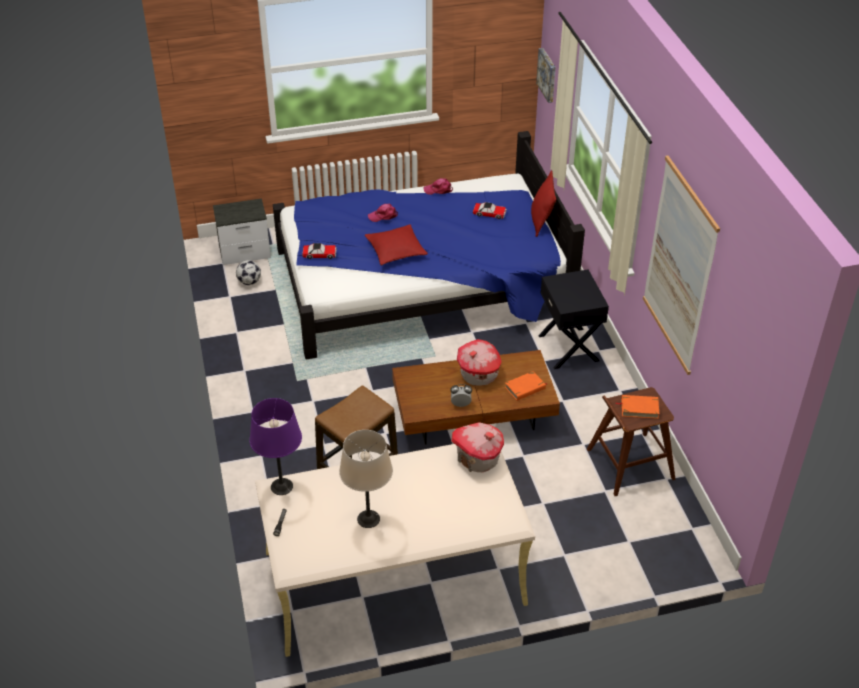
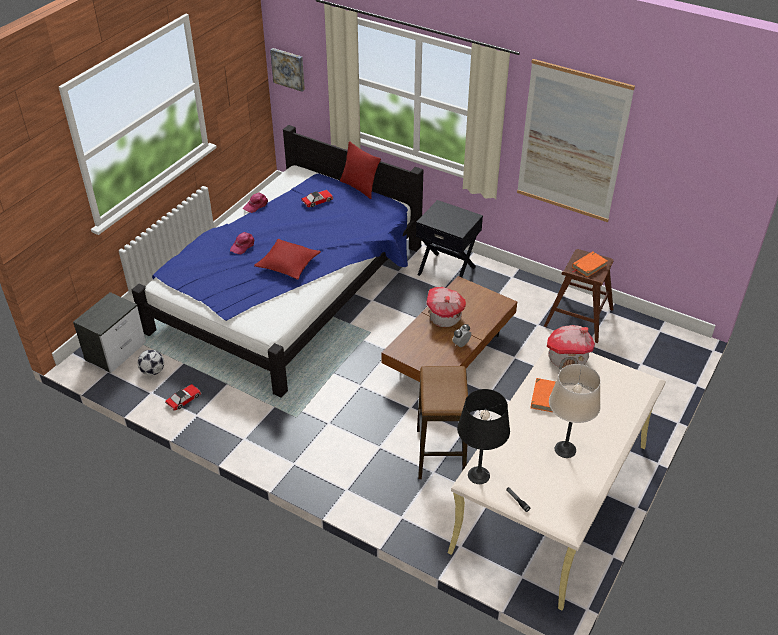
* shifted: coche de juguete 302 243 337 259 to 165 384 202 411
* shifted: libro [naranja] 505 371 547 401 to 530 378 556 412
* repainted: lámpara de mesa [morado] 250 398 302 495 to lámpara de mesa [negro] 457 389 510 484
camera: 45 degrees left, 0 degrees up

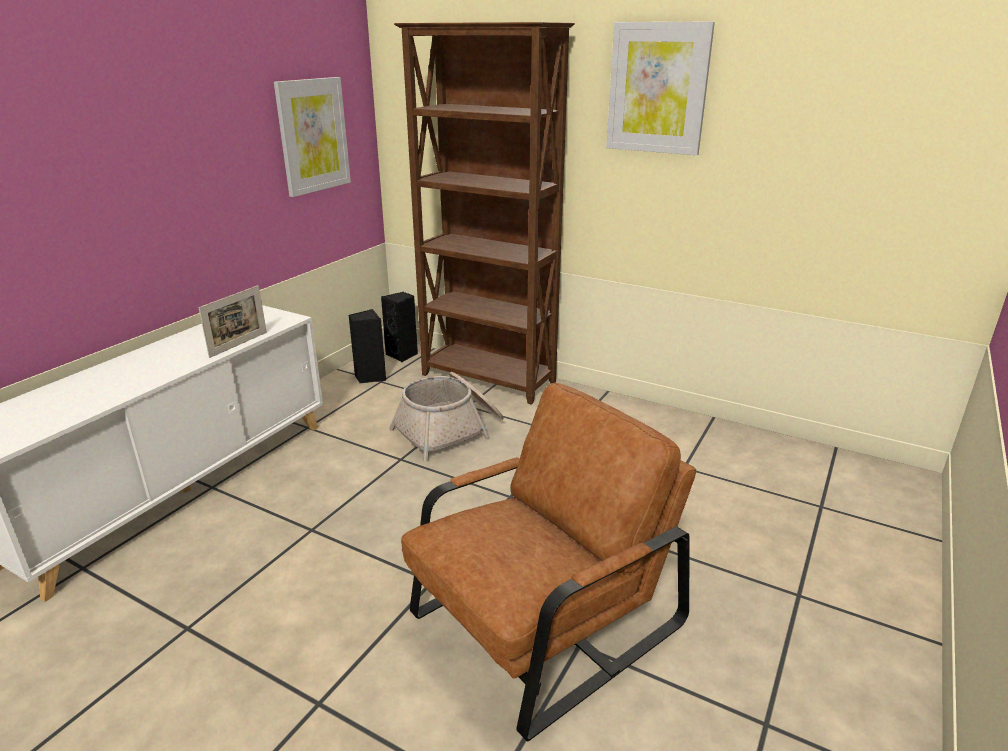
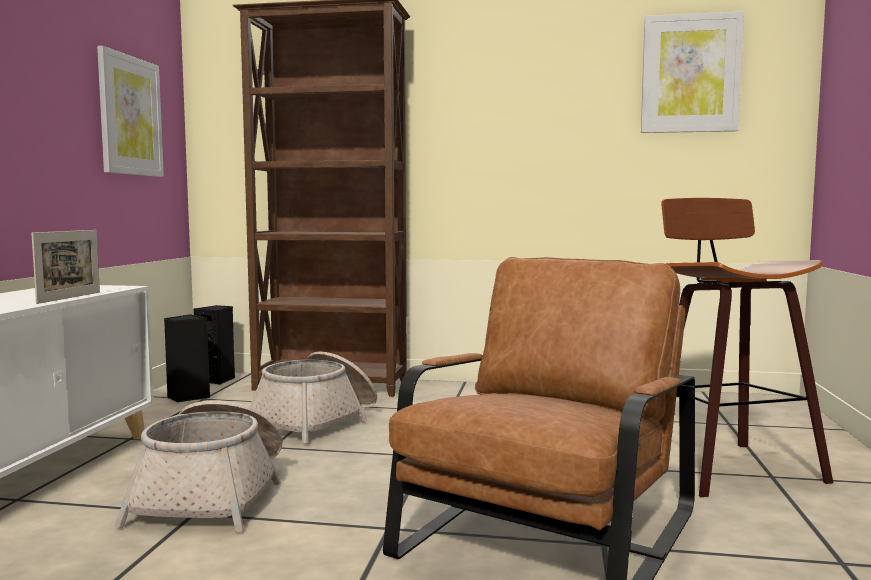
* new: cesta 114 400 283 532
* new: taburete 661 198 833 497
* shifted: cuadro 606 21 715 155 to 641 11 744 133
camera: 20 degrees left, 20 degrees down

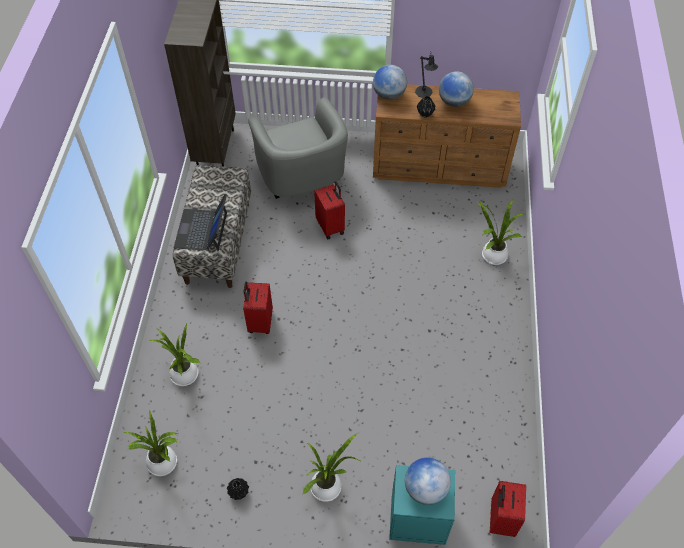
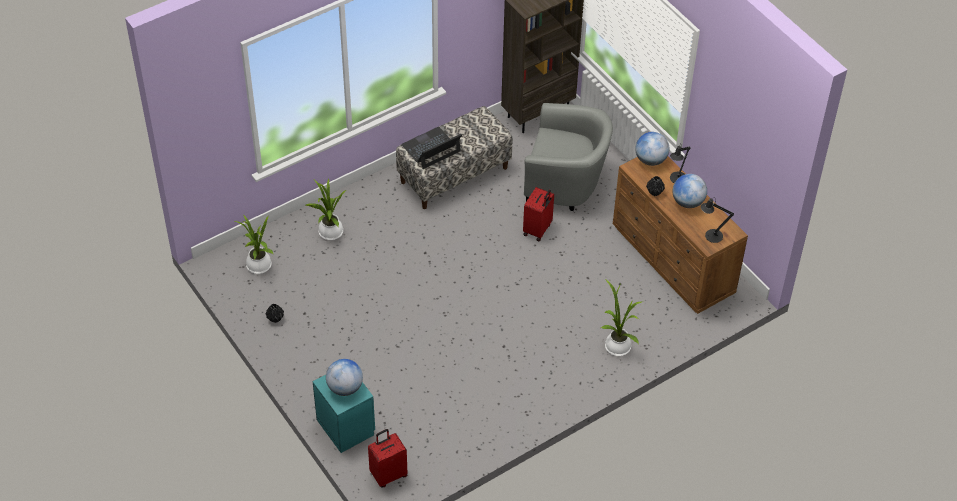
* gone: maleta [rojo] 243 281 273 334
* gone: planta en maceta 303 433 362 502
* new: lámpara de mesa [negro] 701 198 734 243
* rotated: sillón [gris] 248 97 348 199 = 524 103 613 211 105 degrees counterclockwise
camera: 50 degrees right, 5 degrees down

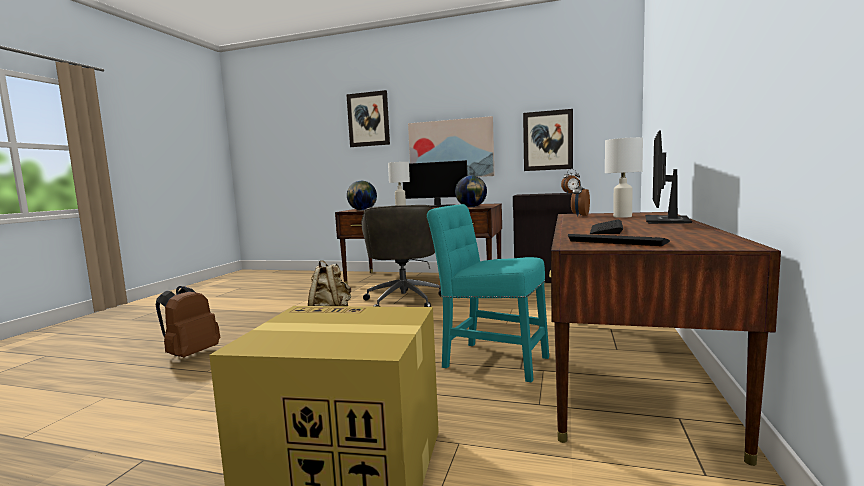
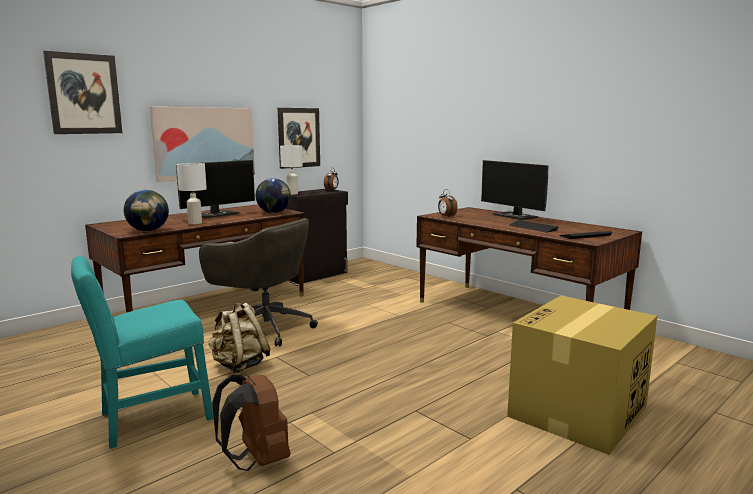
* shifted: silla [turquesa] 427 204 549 383 to 71 256 214 449
* shifted: lámpara de mesa [blanco] 605 137 643 218 to 280 145 303 195
camera: 60 degrees left, 5 degrees up

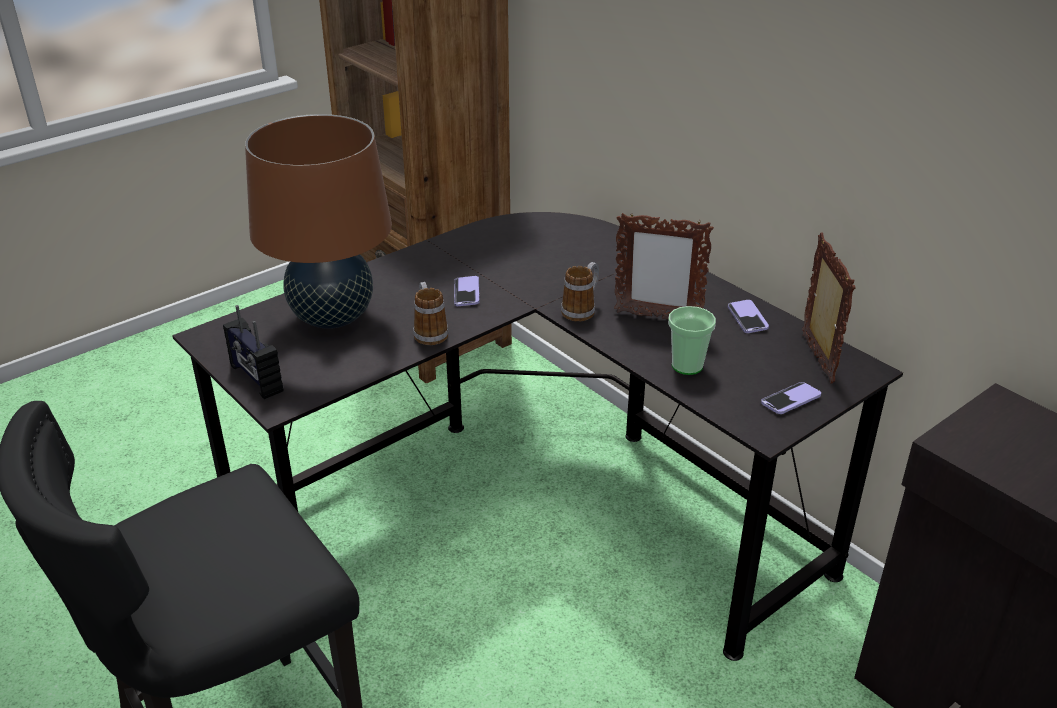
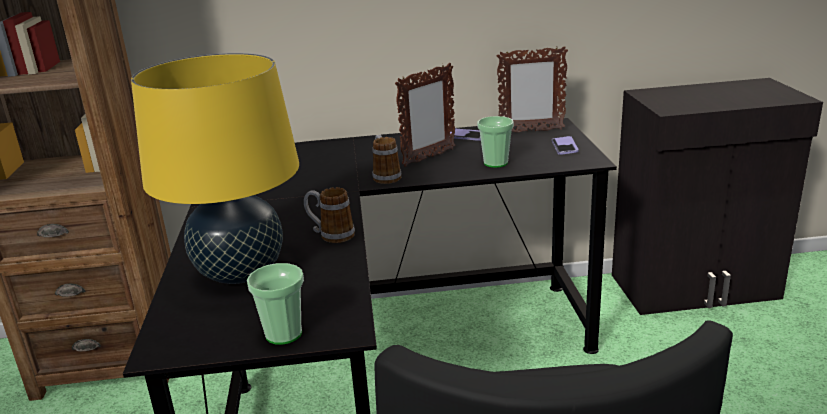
* gone: móvil 454 276 480 306
* swapped: radio 223 305 284 399 to taza 247 263 304 345
* repainted: lámpara de mesa [marrón] 245 114 392 329 to lámpara de mesa [amarillo] 131 53 299 284
* rotated: portarretratos 802 232 855 383 = 497 46 568 132 150 degrees clockwise
camera: 55 degrees left, 10 degrees down

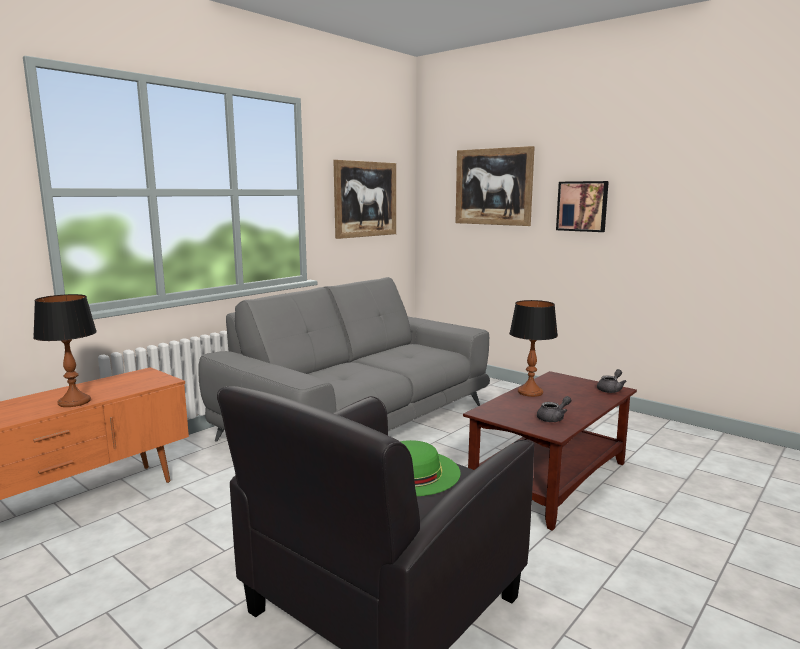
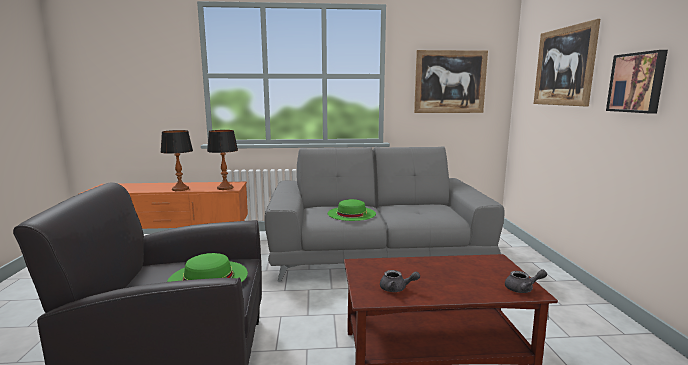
* new: sombrero [verde] 328 199 376 221
* shifted: lámpara de mesa 509 300 558 397 to 207 130 238 190
camera: 45 degrees right, 0 degrees up

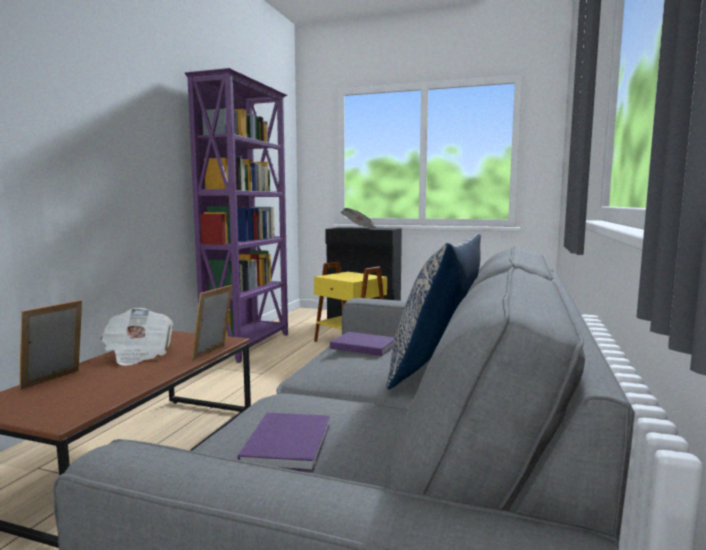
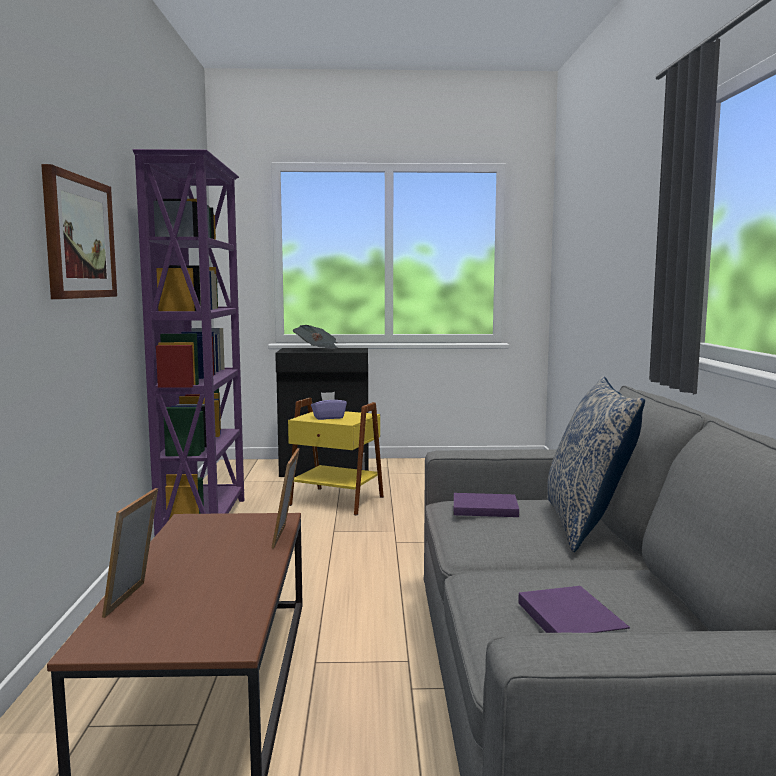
* gone: periódico 100 308 174 366
* new: cuadro 41 164 117 299
* new: caja de pañuelos [morado] 311 392 347 420
camera: 20 degrees left, 0 degrees up

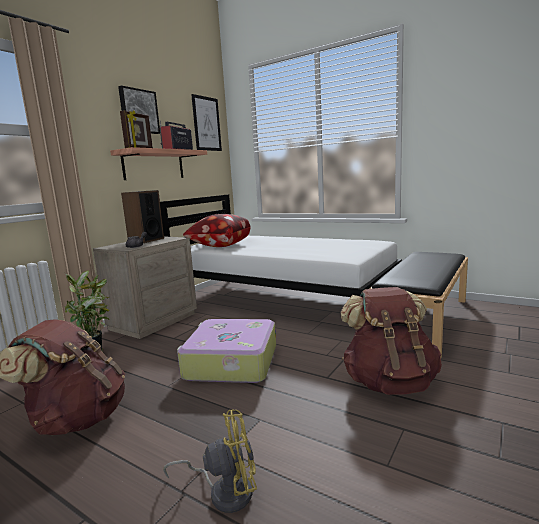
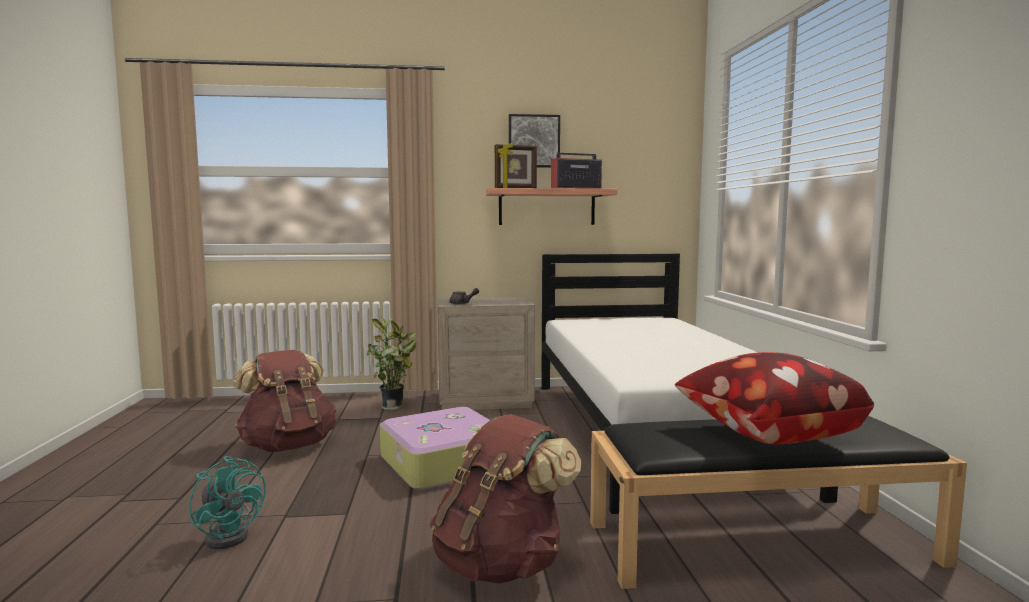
* gone: altavoz 121 190 164 243
* gone: cuadro 191 94 222 151
* shifted: cojín 183 214 251 247 to 675 352 874 445
* repainted: ventilador [amarillo] 163 409 257 513 to ventilador [turquesa] 189 456 266 549
camera: 50 degrees right, 5 degrees down

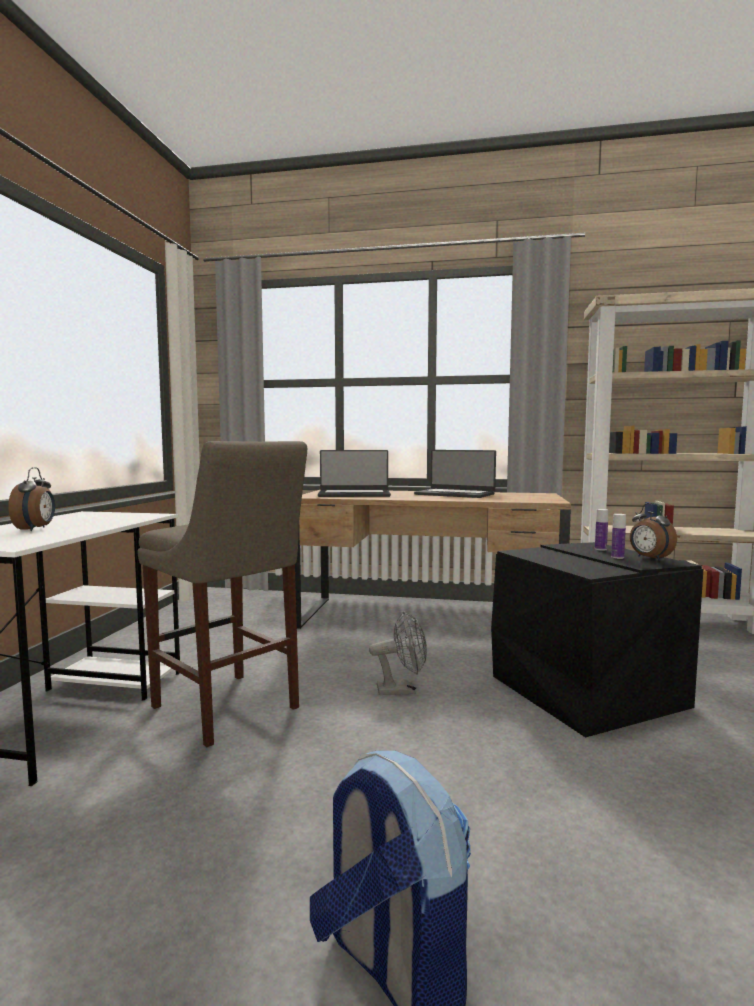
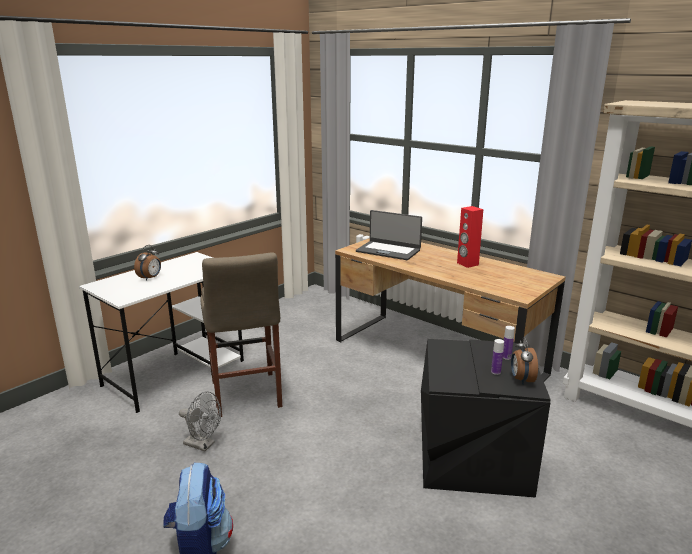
* shifted: ventilador [gris] 369 611 427 695 to 179 391 221 452
* swapped: portátil 414 450 496 498 to altavoz [rojo] 457 206 483 268
camera: 30 degrees right, 15 degrees up

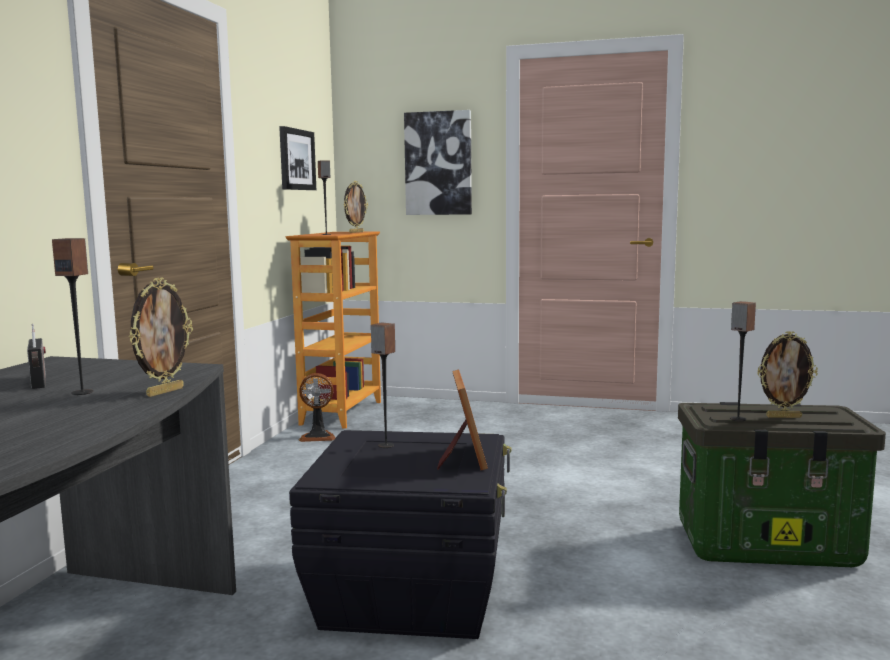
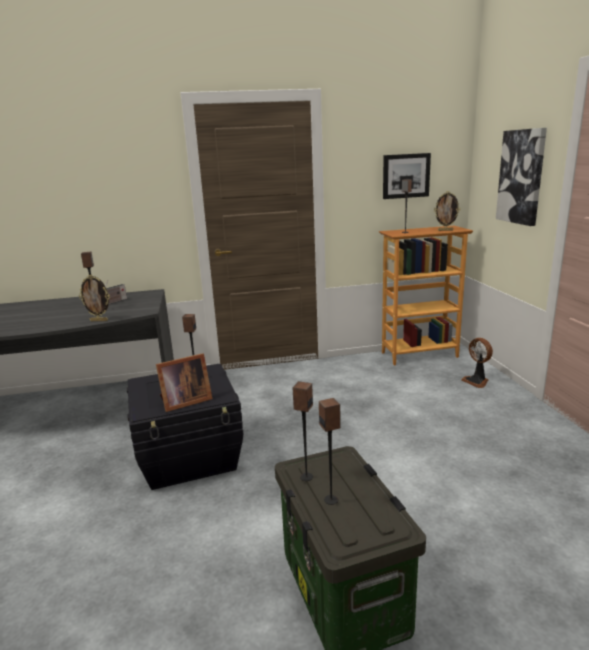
* shifted: ventilador 299 373 336 442 to 461 338 493 388
* swapped: portarretratos 757 331 818 418 to altavoz 319 398 341 505
camera: 65 degrees right, 10 degrees up

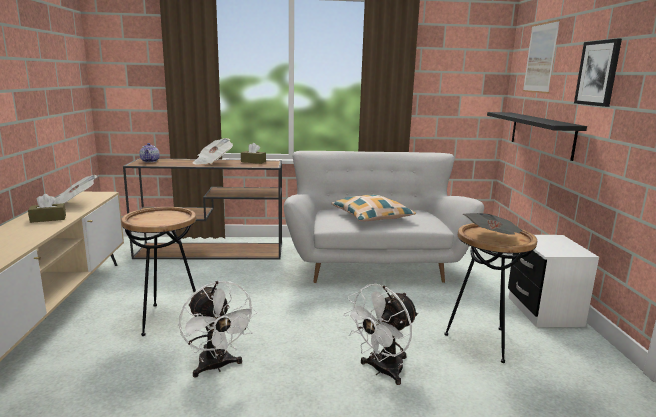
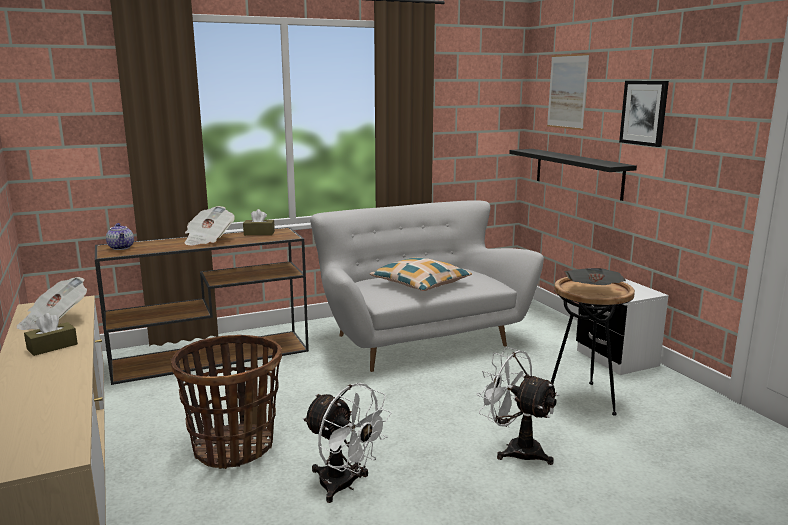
* swapped: mesa auxiliar [marrón] 121 207 196 336 to cesta 170 335 282 469
* rotated: ventilador [blanco] 343 284 418 385 = 477 347 559 465 105 degrees clockwise
camera: 20 degrees left, 0 degrees up

